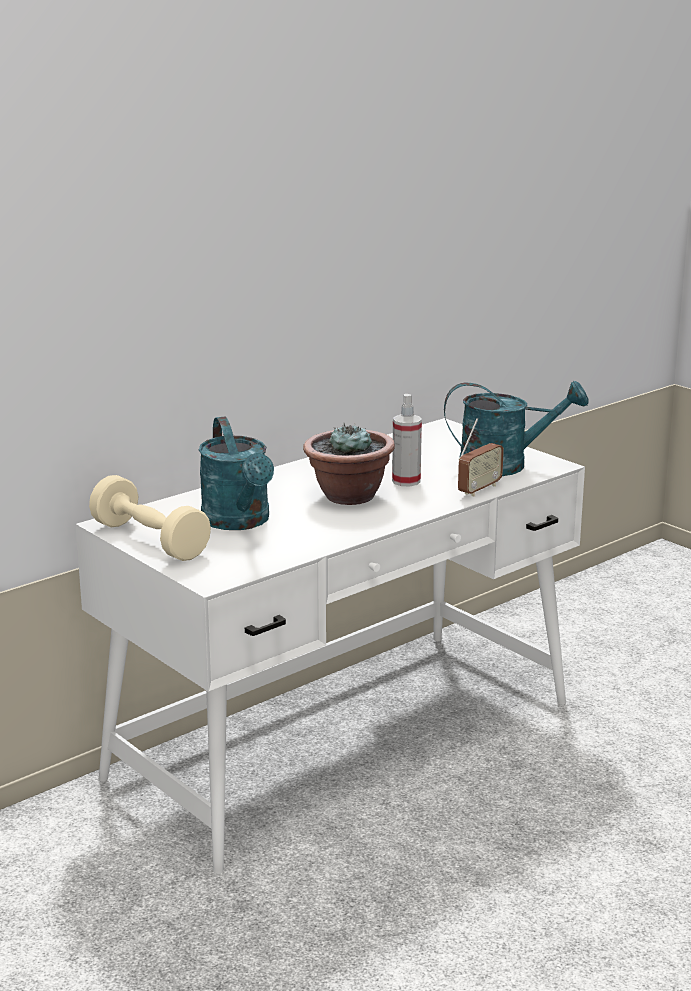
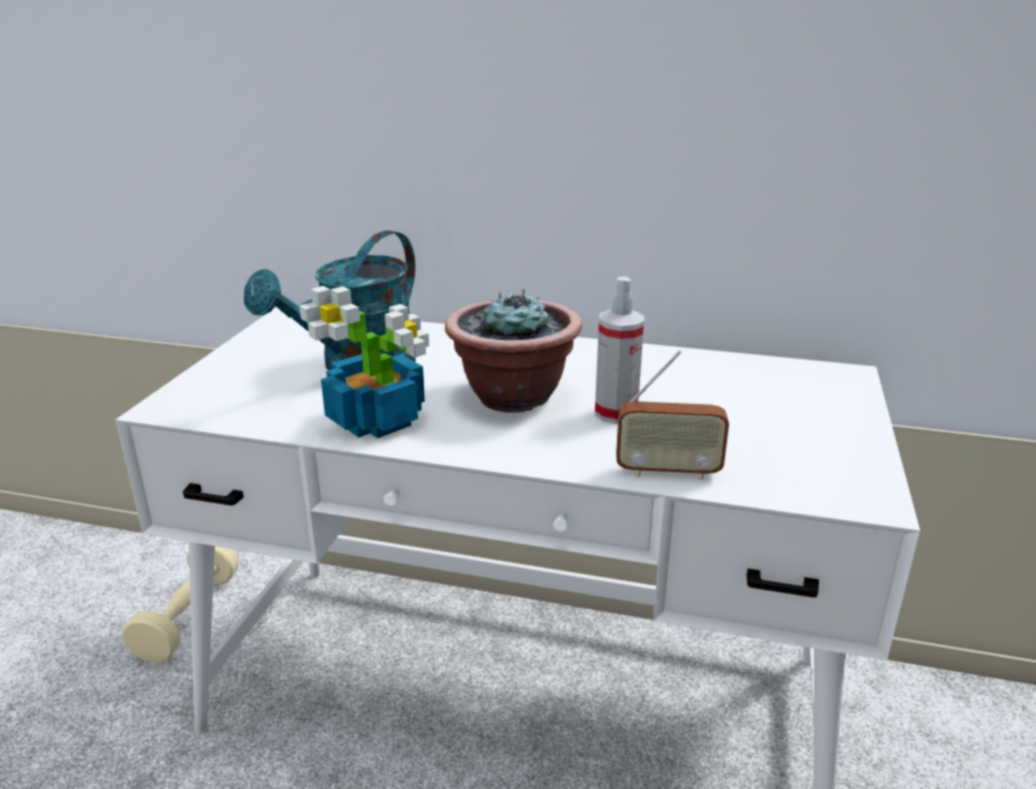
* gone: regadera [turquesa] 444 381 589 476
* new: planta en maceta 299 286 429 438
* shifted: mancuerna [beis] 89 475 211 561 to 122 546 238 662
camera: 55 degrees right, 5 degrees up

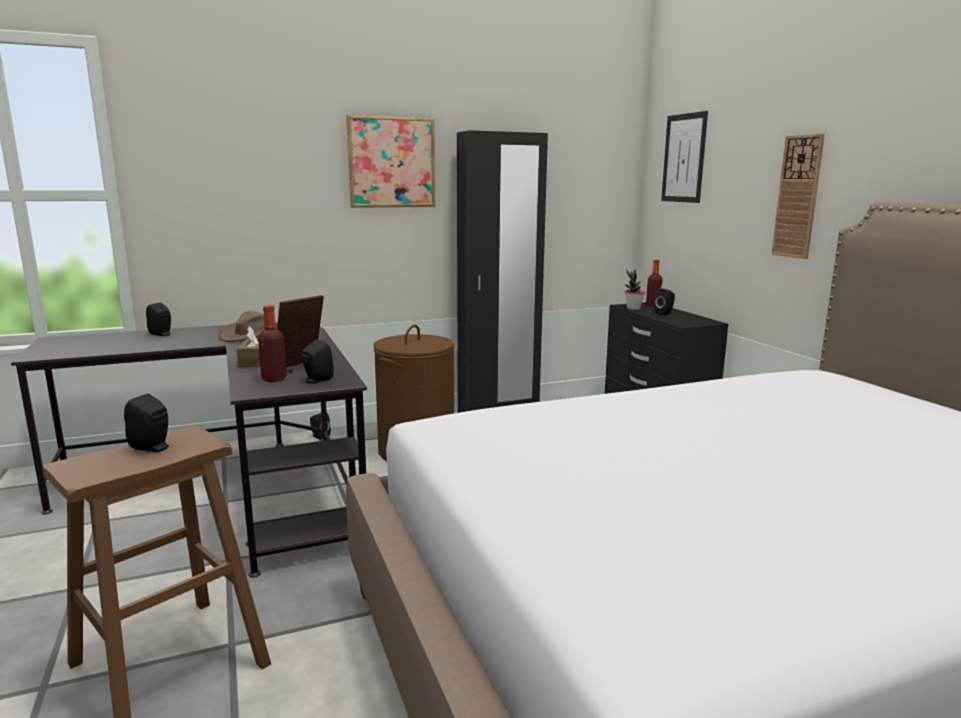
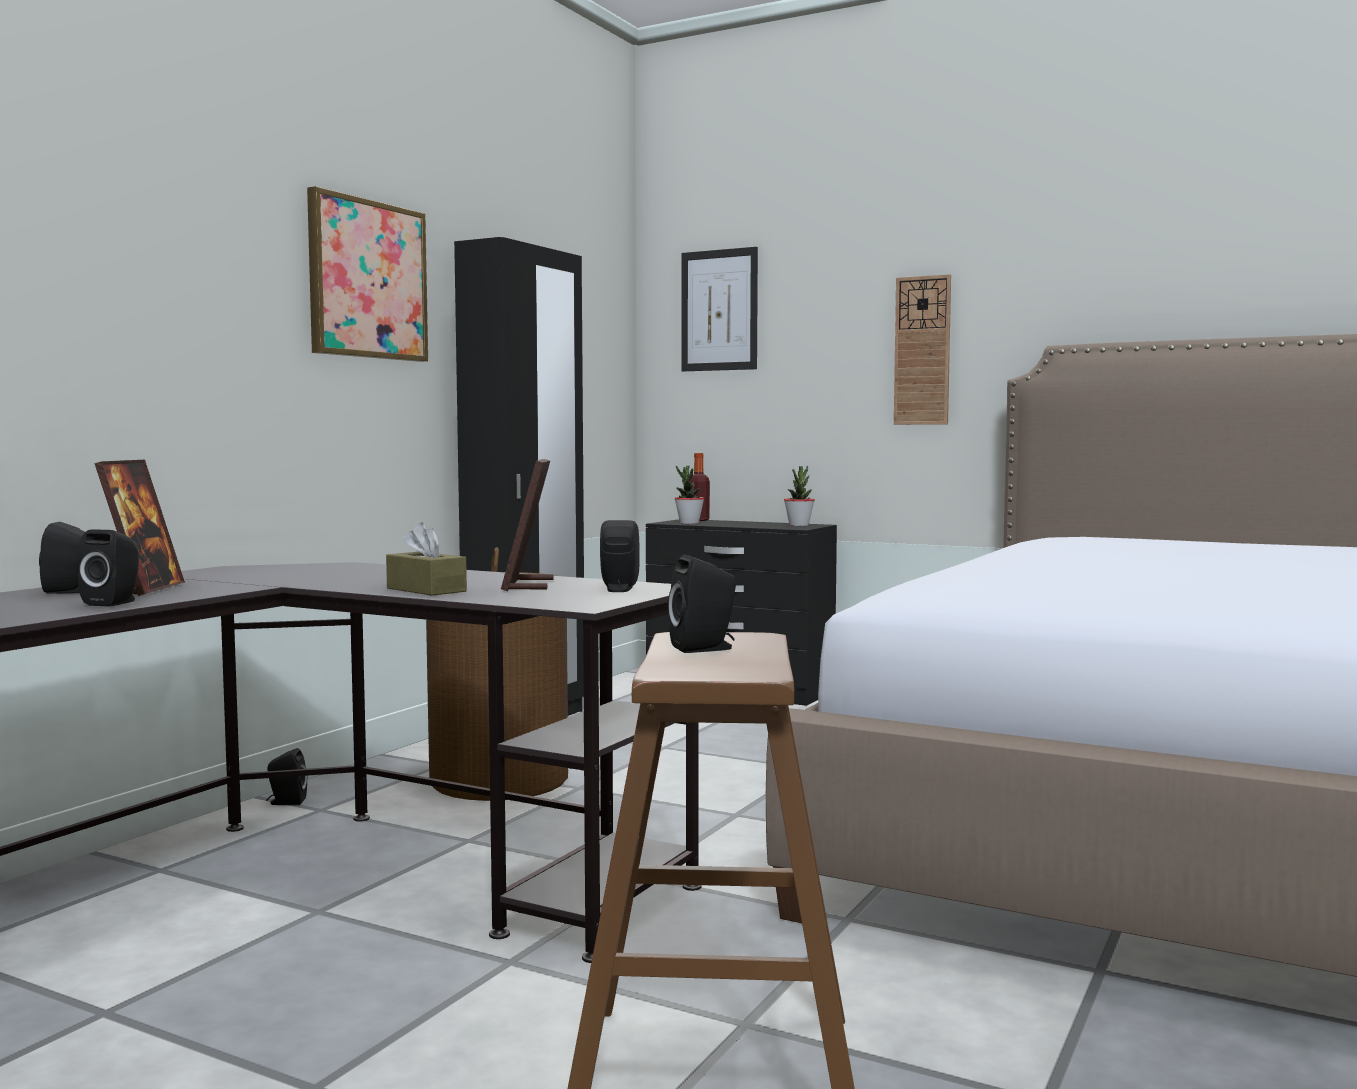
* gone: sombrero [marrón] 218 311 277 342
* gone: botella 258 305 287 382
* new: portarretratos 94 460 185 596
* new: planta en maceta 784 466 815 526
* shifted: altavoz [negro] 654 288 675 315 to 78 529 139 607
camera: 40 degrees left, 10 degrees down

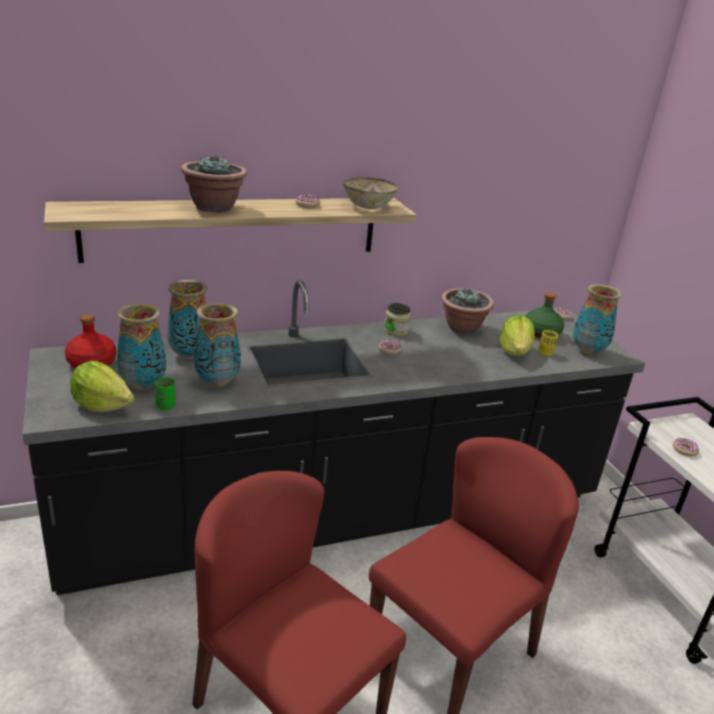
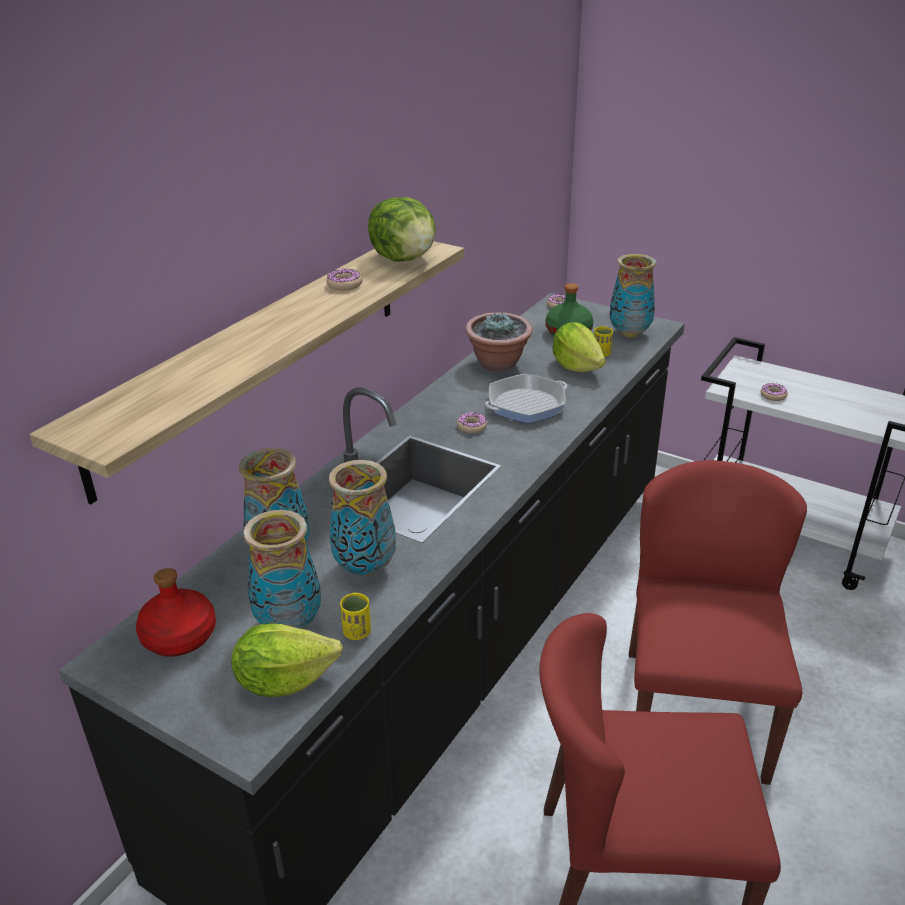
* gone: planta en maceta 181 154 247 213
* gone: tarro 384 303 411 336
* new: sartén 485 374 568 423
* swapped: cuenco 343 177 398 209 to lechuga 368 197 436 262
* repainted: taza [verde] 155 378 176 410 to taza [amarillo] 340 593 371 640
camera: 35 degrees left, 5 degrees up

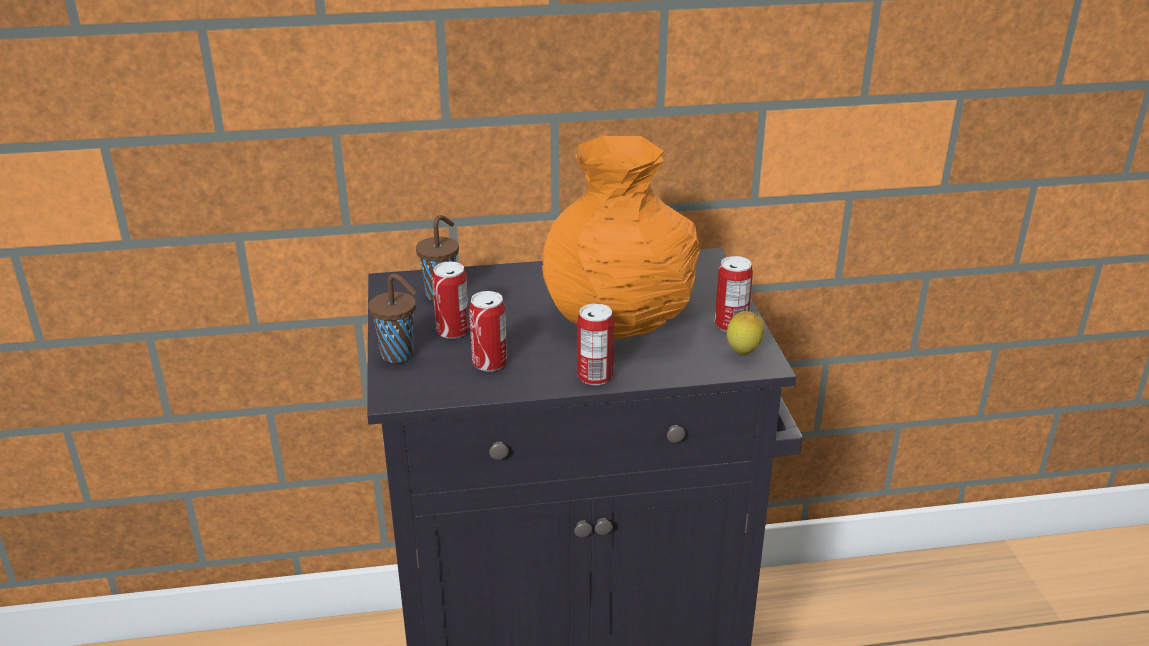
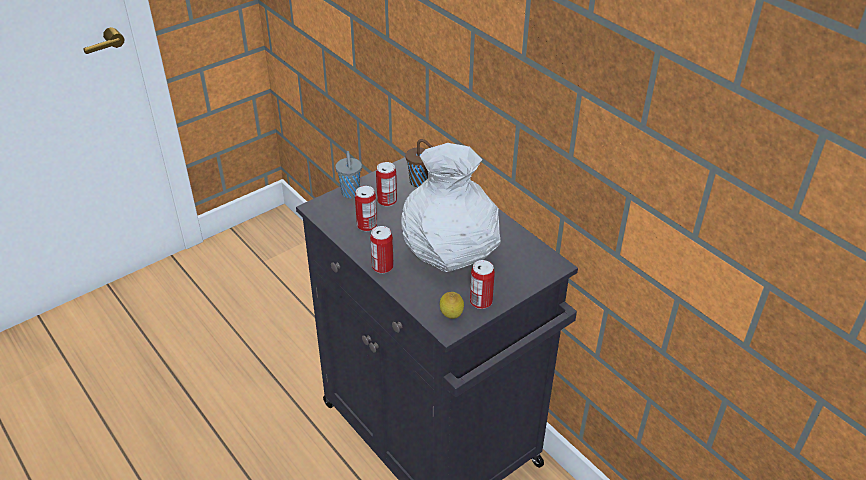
* repainted: taza [marrón] 368 273 417 363 to taza [gris] 335 151 362 198
* repainted: florero [naranja] 542 136 700 339 to florero [blanco] 401 143 501 272
camera: 60 degrees right, 10 degrees up

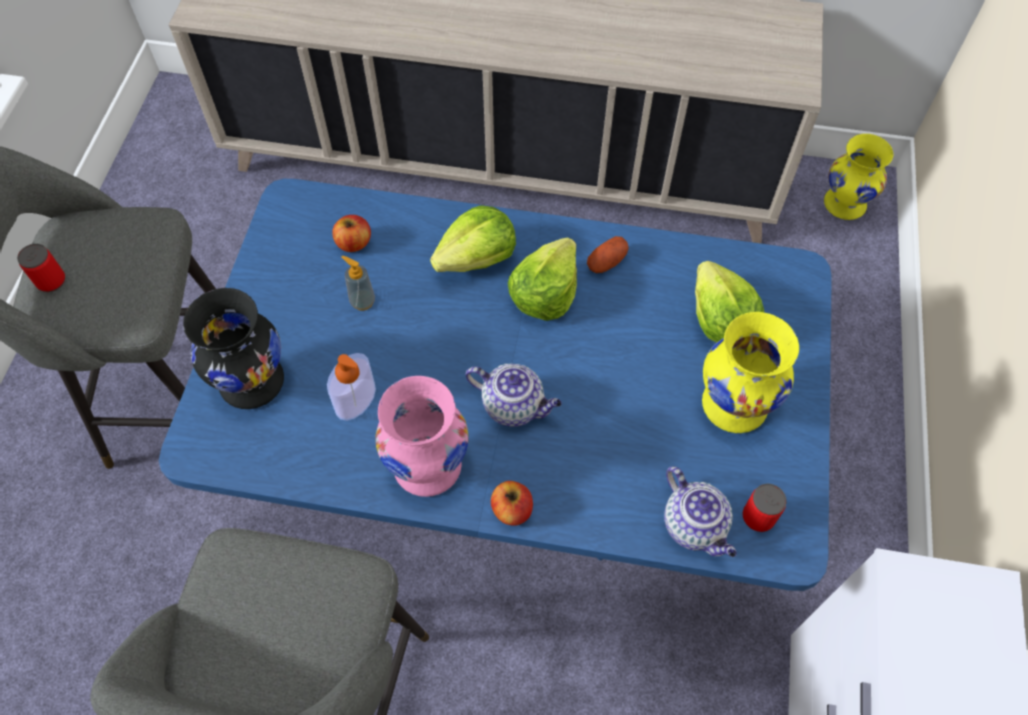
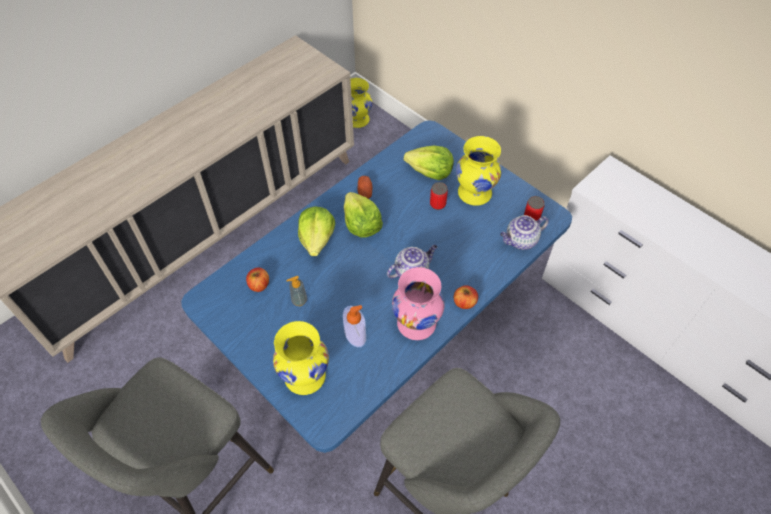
* shifted: lata 17 244 65 292 to 430 182 448 210
* repainted: florero [negro] 183 288 284 409 to florero [amarillo] 273 321 329 395
* rotated: tetera 664 466 737 557 = 500 215 549 250 150 degrees clockwise
camera: 55 degrees left, 5 degrees down

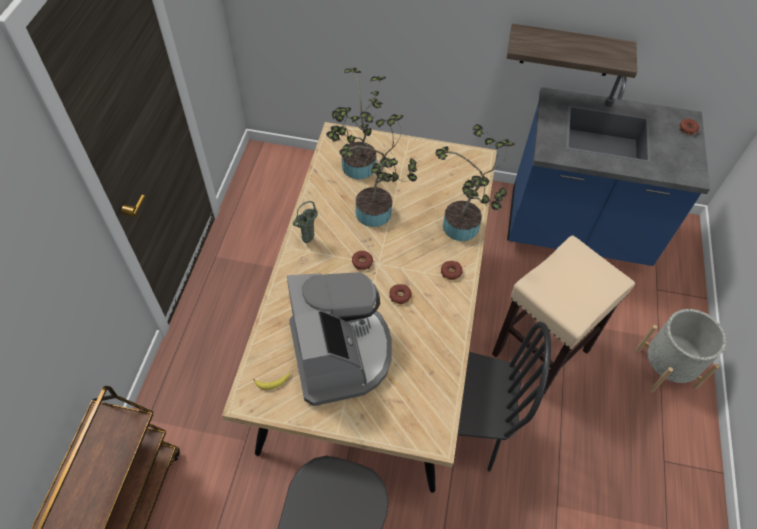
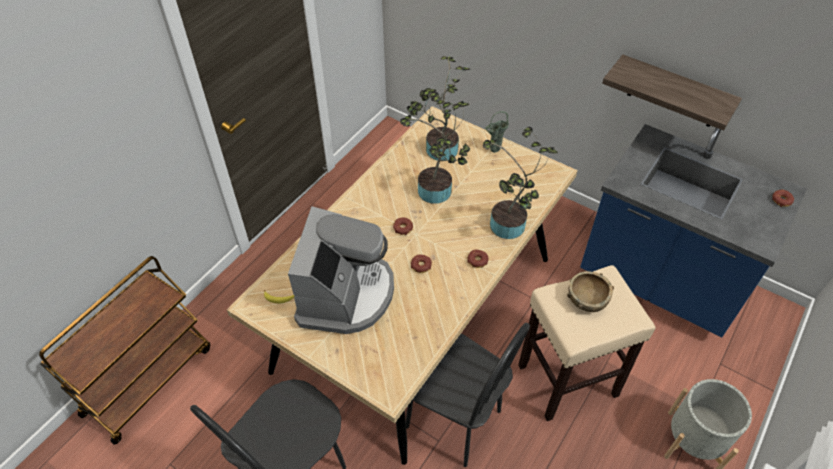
* new: cuenco [marrón] 567 271 614 312
* shifted: florero [verde] 292 201 318 243 to 485 111 509 153
camera: 25 degrees right, 5 degrees down

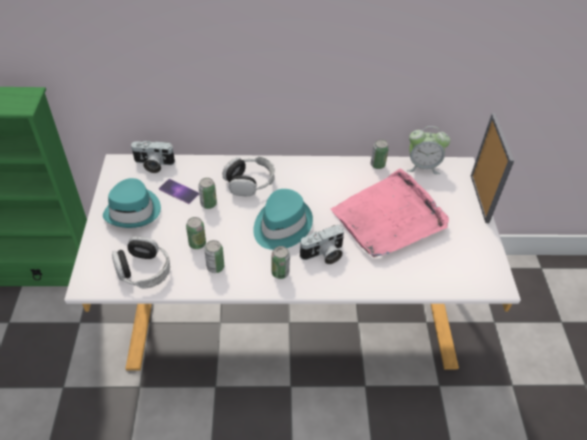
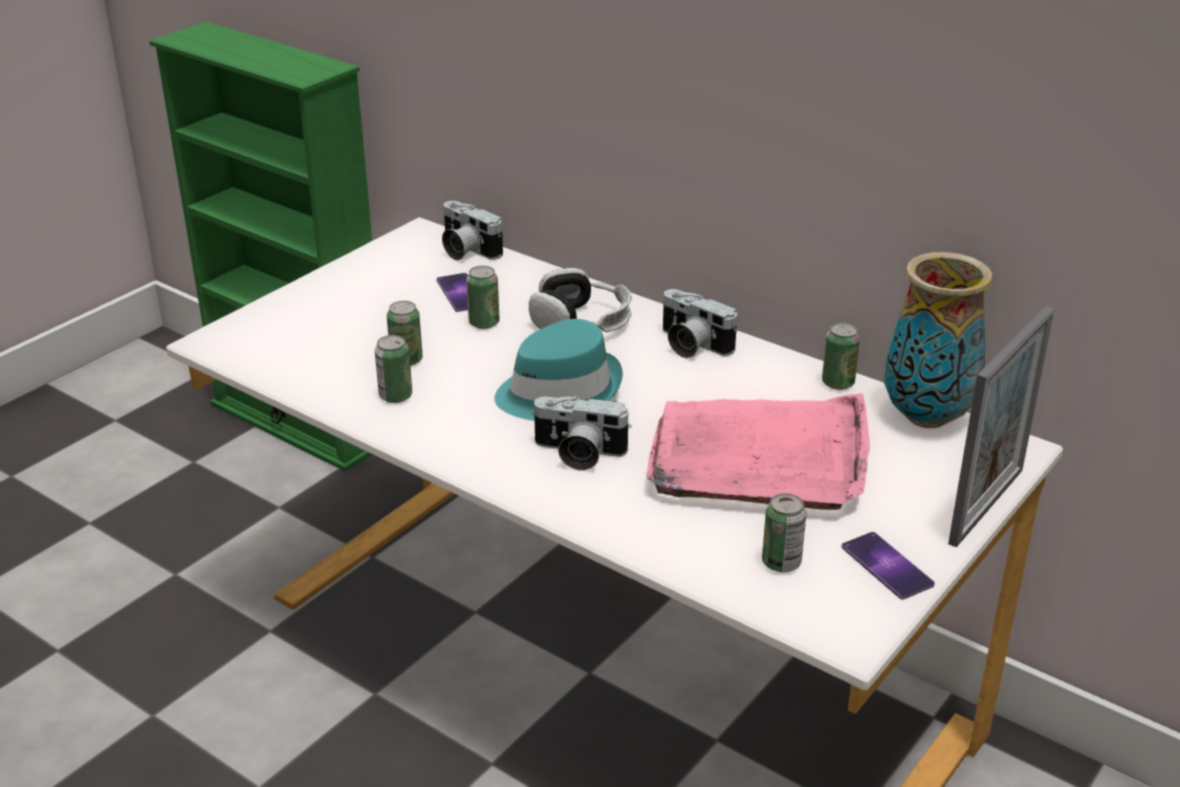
* gone: sombrero [turquesa] 103 178 161 228
* gone: auriculares 112 236 170 288
* new: cámara 663 289 737 358
* new: móvil 841 532 935 600
* shifted: lata 272 246 290 279 to 762 493 806 572
* swapped: despertador 407 126 450 174 to florero 884 252 993 428
camera: 40 degrees right, 15 degrees down

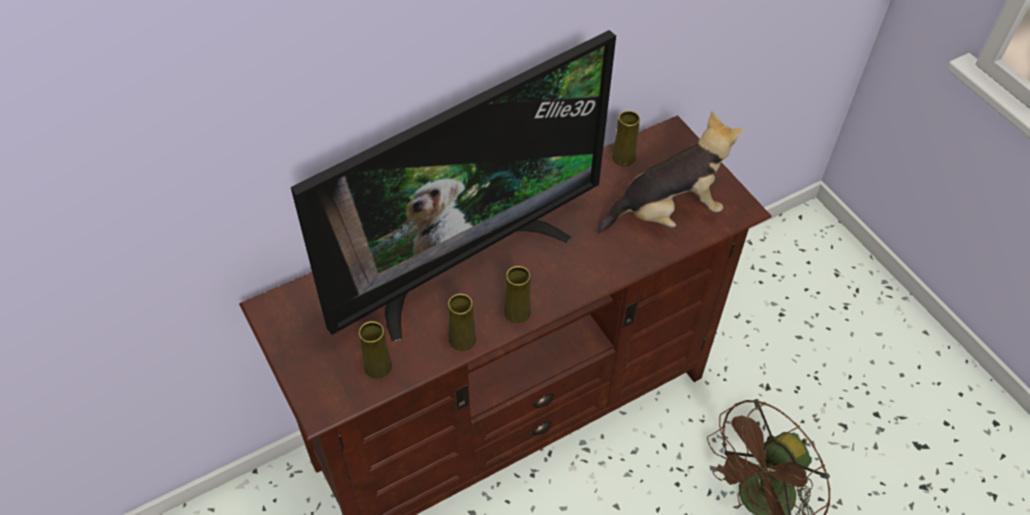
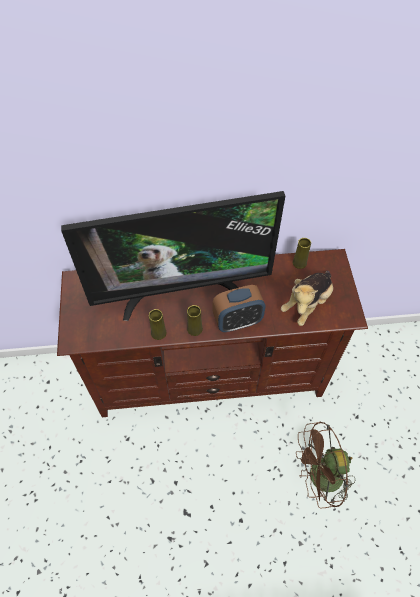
* gone: florero [amarillo] 359 321 392 379
* new: despertador 213 285 265 332
* rotated: peluche 597 112 743 233 = 281 271 333 326 120 degrees clockwise
camera: 25 degrees right, 5 degrees up

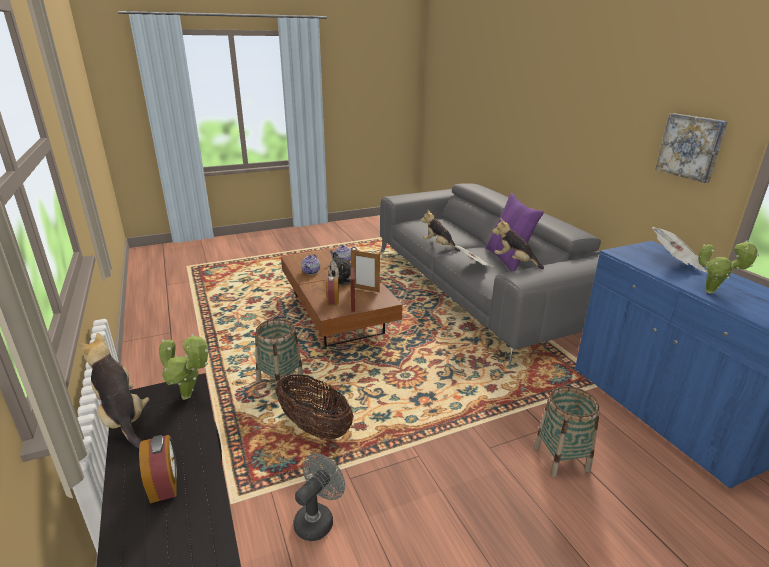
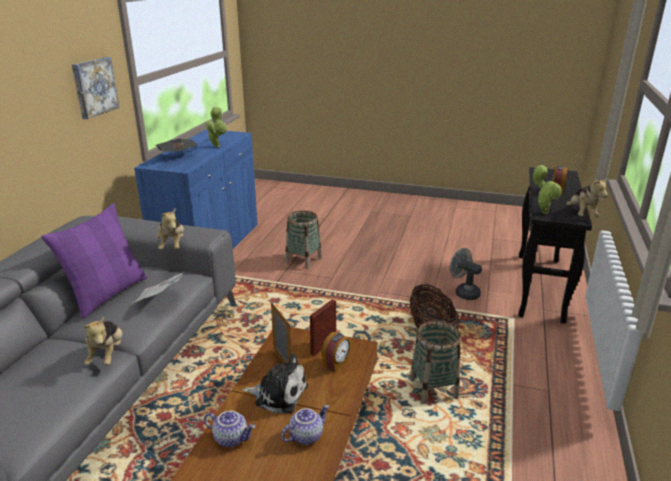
* rotated: ventilador [gris] 293 453 345 541 = 450 248 482 300 60 degrees clockwise
camera: 140 degrees left, 0 degrees up

